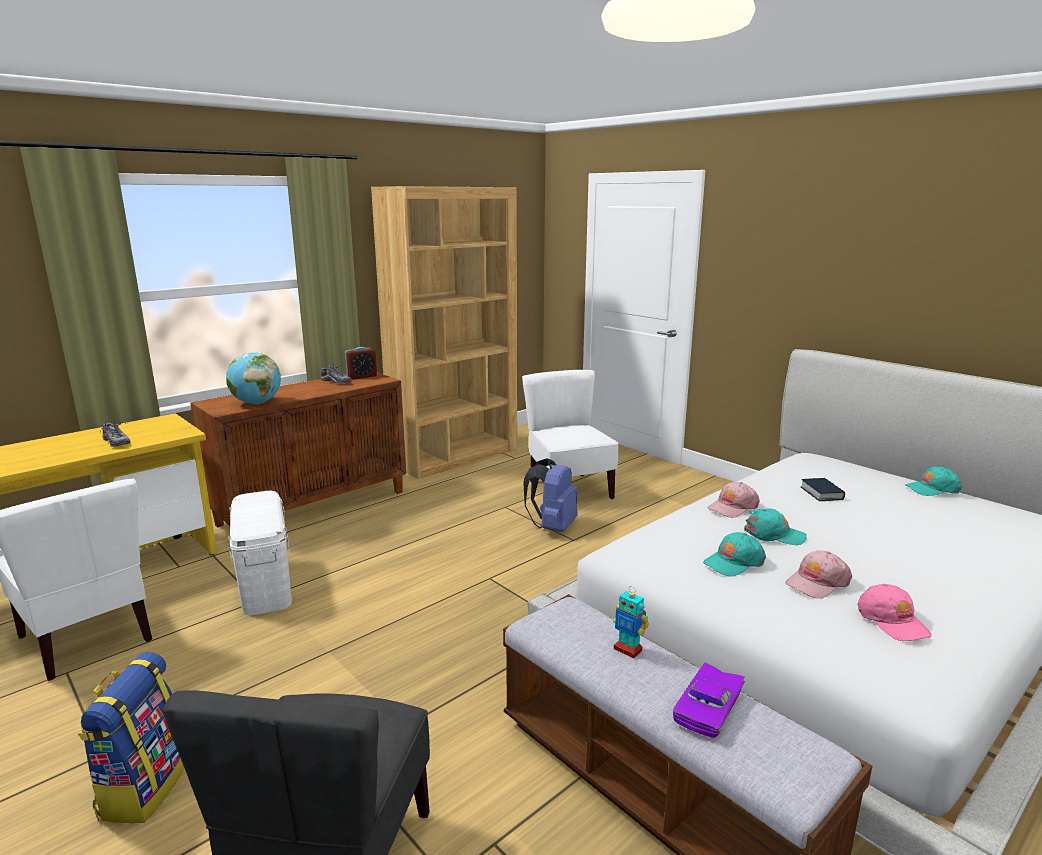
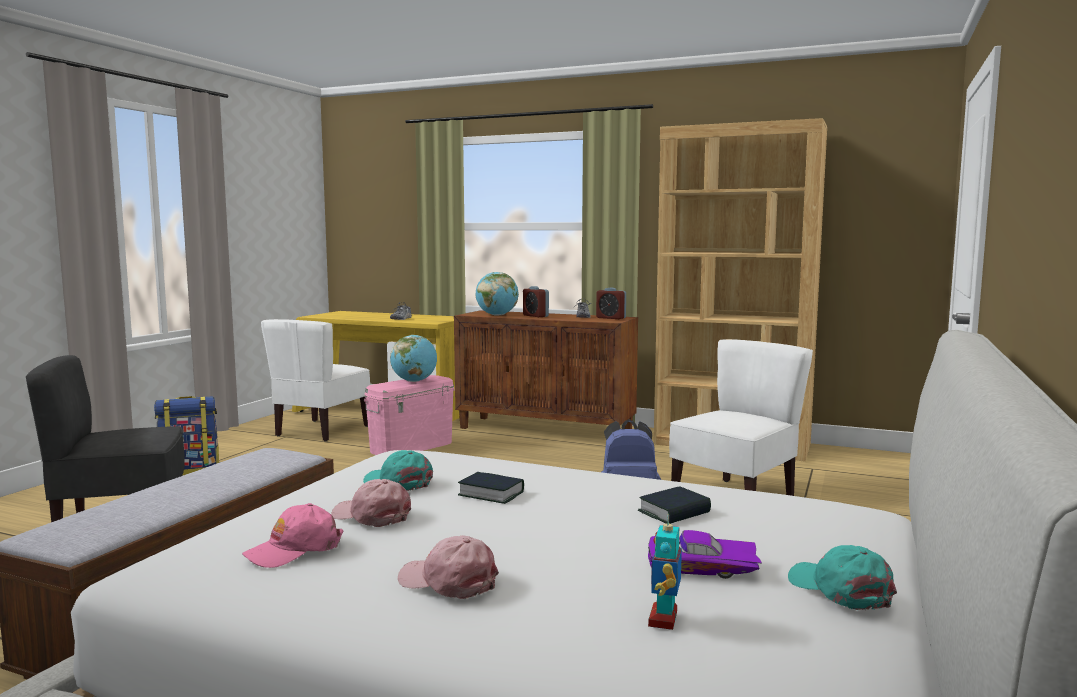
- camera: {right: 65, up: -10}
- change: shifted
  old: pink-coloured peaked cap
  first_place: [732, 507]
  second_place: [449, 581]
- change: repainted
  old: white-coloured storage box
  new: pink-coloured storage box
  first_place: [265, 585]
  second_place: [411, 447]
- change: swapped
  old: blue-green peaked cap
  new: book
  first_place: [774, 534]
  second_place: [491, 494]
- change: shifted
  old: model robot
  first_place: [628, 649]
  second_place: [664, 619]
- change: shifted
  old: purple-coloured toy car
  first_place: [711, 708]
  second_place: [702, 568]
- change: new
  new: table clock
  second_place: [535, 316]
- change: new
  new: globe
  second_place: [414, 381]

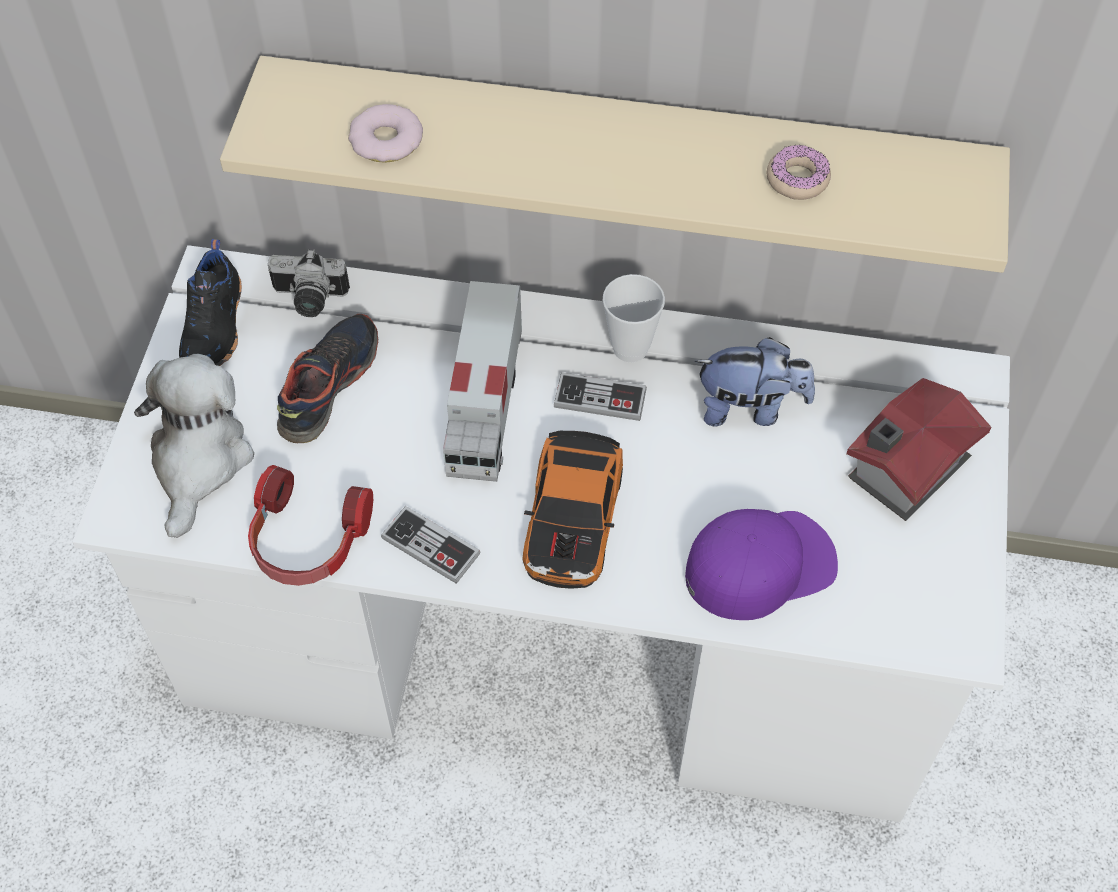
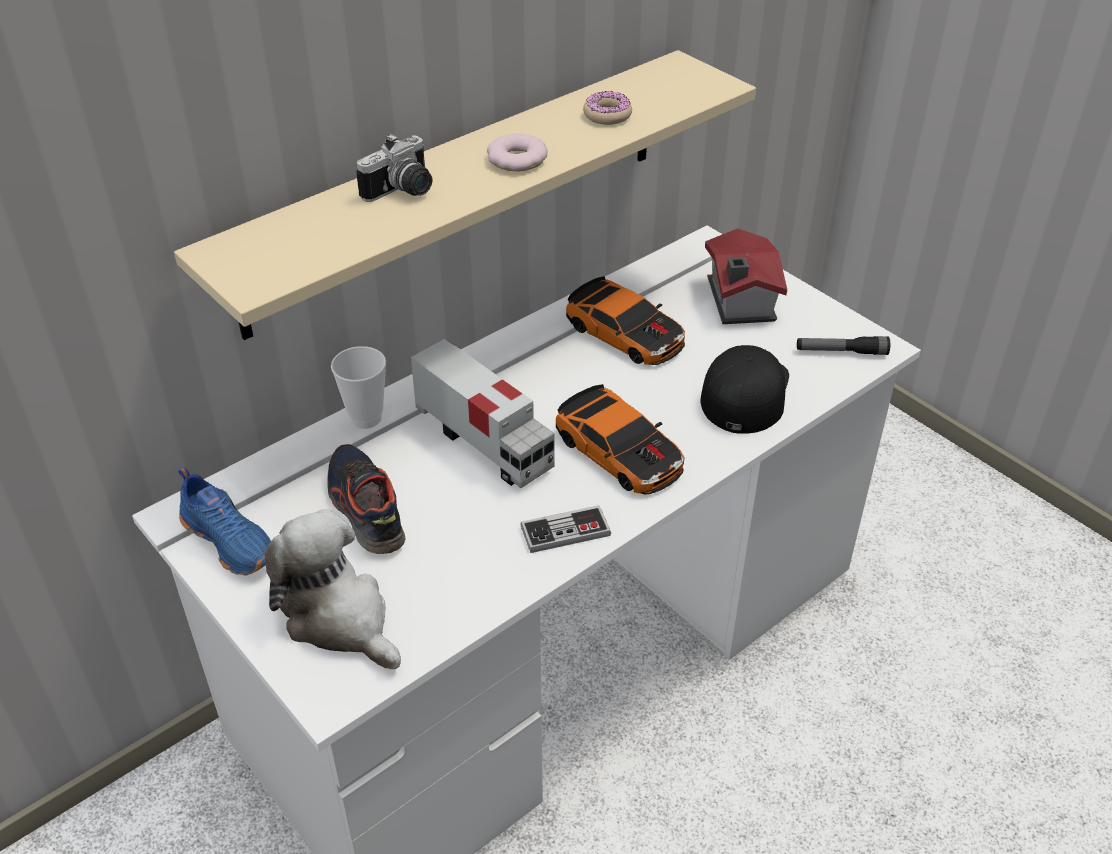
- camera: {right: -50, up: -15}
- change: shifted
  old: ring doughnut
  first_place: [386, 140]
  second_place: [517, 159]
- change: repainted
  old: black item of footwear
  new: bluish item of footwear
  first_place: [216, 327]
  second_place: [231, 540]
- change: shifted
  old: photo camera
  first_place: [309, 300]
  second_place: [403, 192]
- change: shifted
  old: small cup
  first_place: [630, 348]
  second_place: [366, 418]
- change: swapped
  old: plush toy
  new: toy car
  first_place: [750, 407]
  second_place: [626, 332]
- change: gone
  old: joypad
  first_place: [600, 399]
- change: gone
  old: headphones
  first_place: [307, 541]
- change: repainted
  old: purple-coloured peaked cap
  new: black peaked cap
  first_place: [760, 565]
  second_place: [744, 392]
- change: new
  new: torch
  second_place: [841, 352]

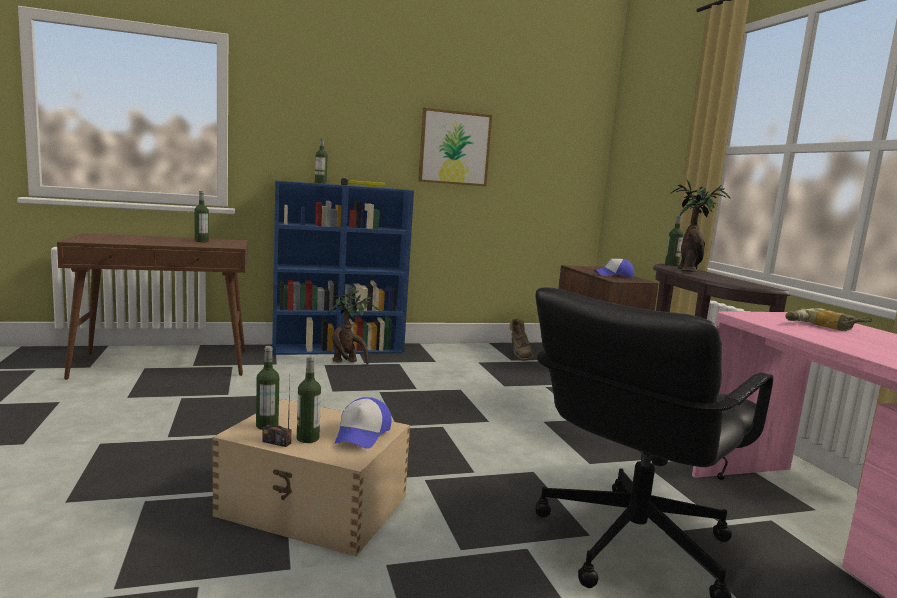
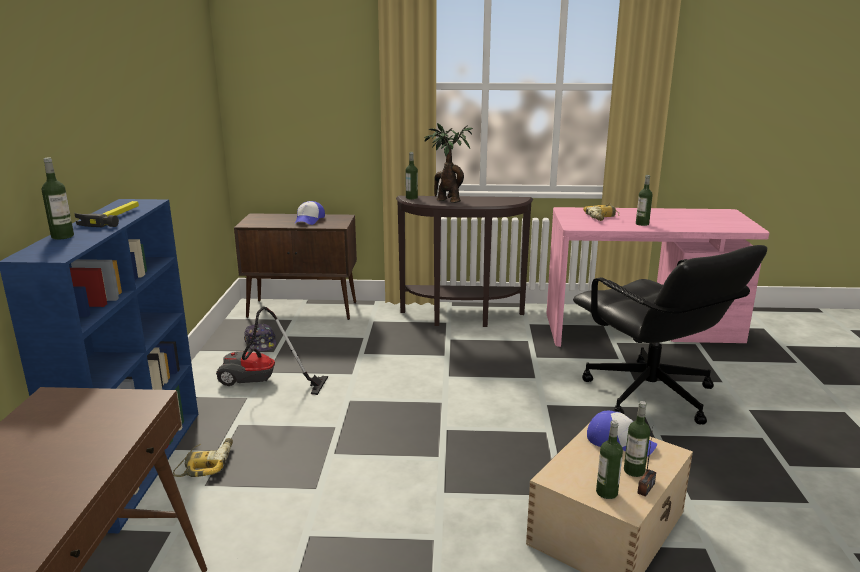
- camera: {right: -70, up: 10}
- change: gone
  old: picture
  first_place: [454, 148]
- change: shifted
  old: beverage bottle
  first_place: [201, 241]
  second_place: [642, 224]
- change: swapped
  old: houseplant
  new: power drill
  first_place: [348, 362]
  second_place: [206, 463]
- change: swapped
  old: brown boot
  new: peaked cap
  first_place: [519, 355]
  second_place: [261, 343]
- change: new
  new: vacuum cleaner
  second_place: [261, 383]

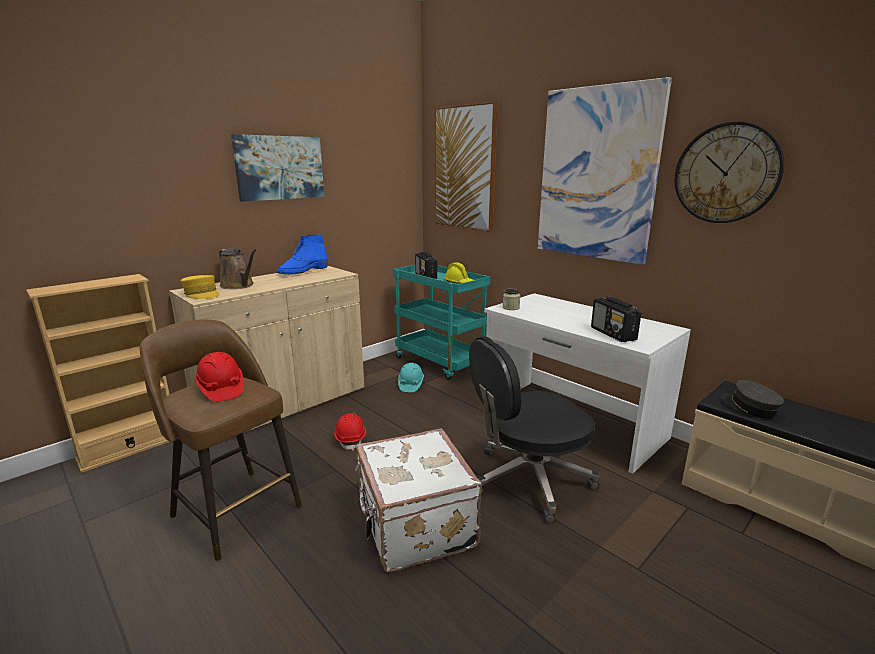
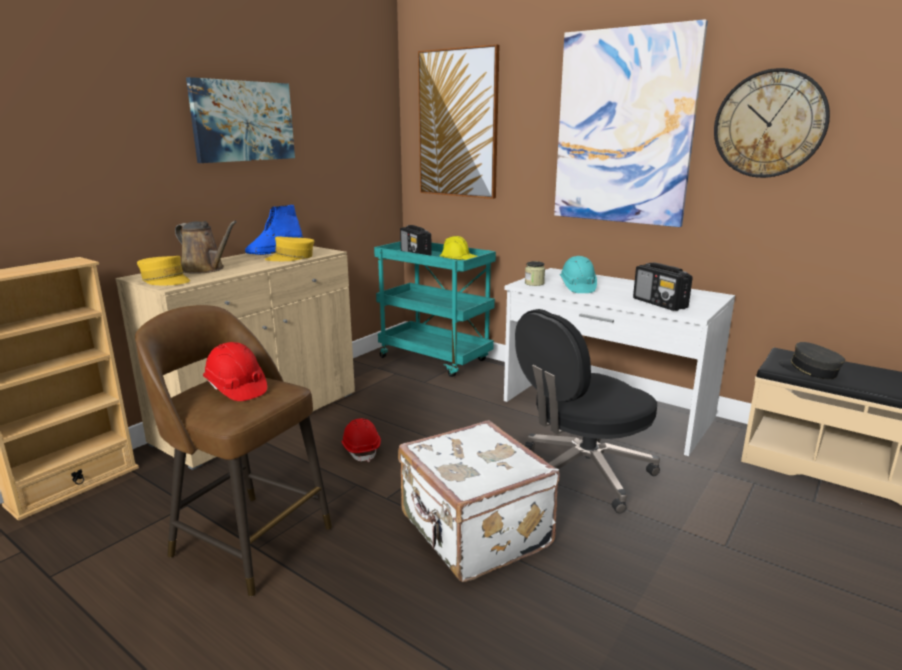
- camera: {right: -10, up: 0}
- change: shifted
  old: blue-green work helmet
  first_place: [410, 385]
  second_place: [577, 287]
- change: new
  new: yellow-coloured peaked cap
  second_place: [291, 258]

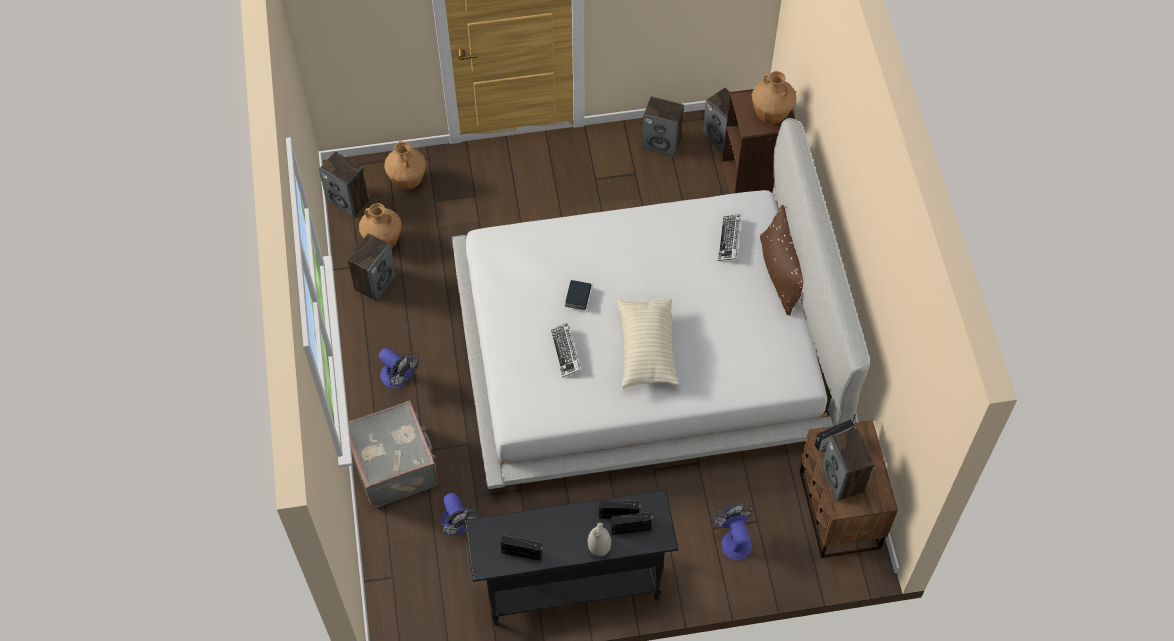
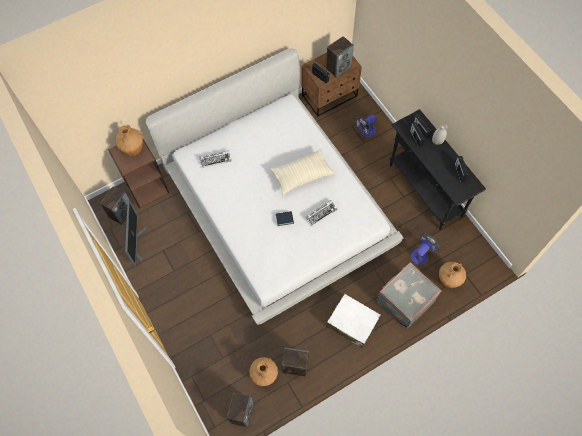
- camera: {right: -110, up: 5}
- change: swapped
  old: audio speaker
  new: computer display
  first_place: [662, 143]
  second_place: [136, 243]
- change: shifted
  old: brown vase
  first_place: [407, 181]
  second_place: [448, 280]
- change: gone
  old: brown cushion
  first_place: [781, 274]
- change: swapped
  old: electric fan
  new: white-coloured suitcase
  first_place: [399, 378]
  second_place: [352, 323]

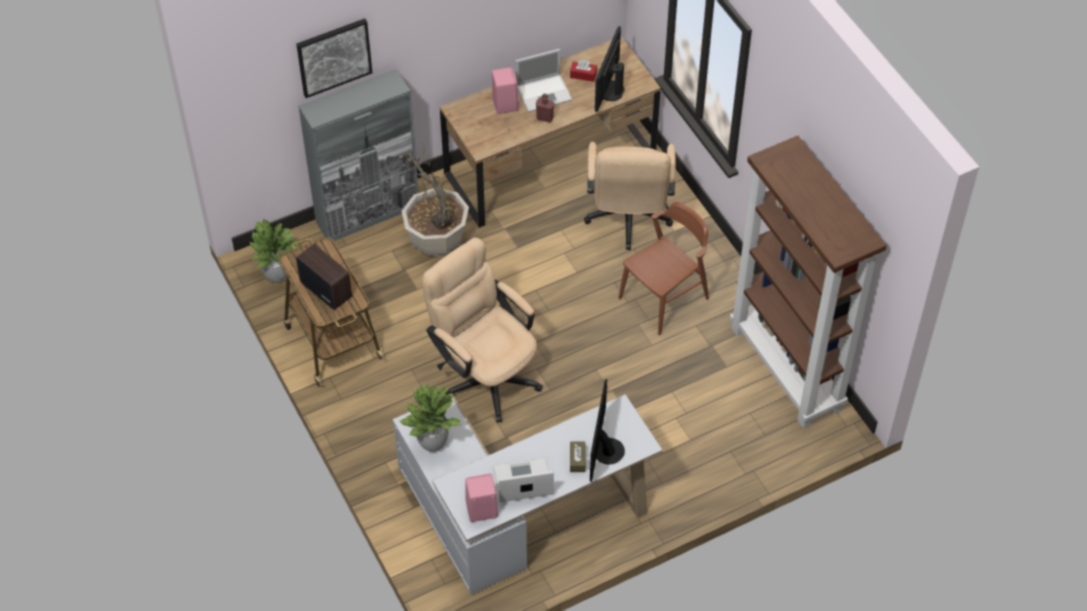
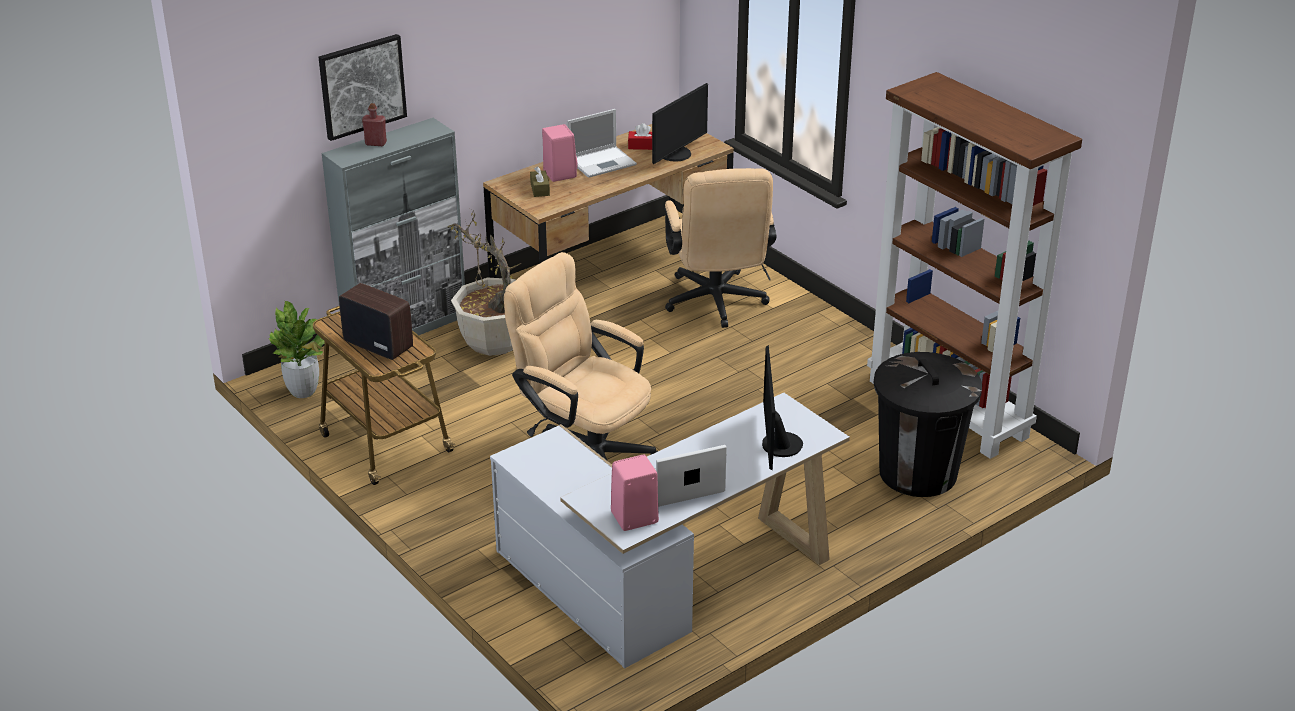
- camera: {right: -10, up: -20}
- change: rotated
  old: computer display
  first_place: [609, 90]
  second_place: [677, 154]
  degrees: -150
- change: shifted
  old: red beverage bottle
  first_place: [544, 118]
  second_place: [376, 143]
- change: gone
  old: brown upright chair
  first_place: [664, 298]
- change: gone
  old: houseplant
  first_place: [433, 442]
- change: shifted
  old: brown box of tissues
  first_place: [577, 460]
  second_place: [540, 189]
- change: new
  new: black waste bin
  second_place: [917, 473]

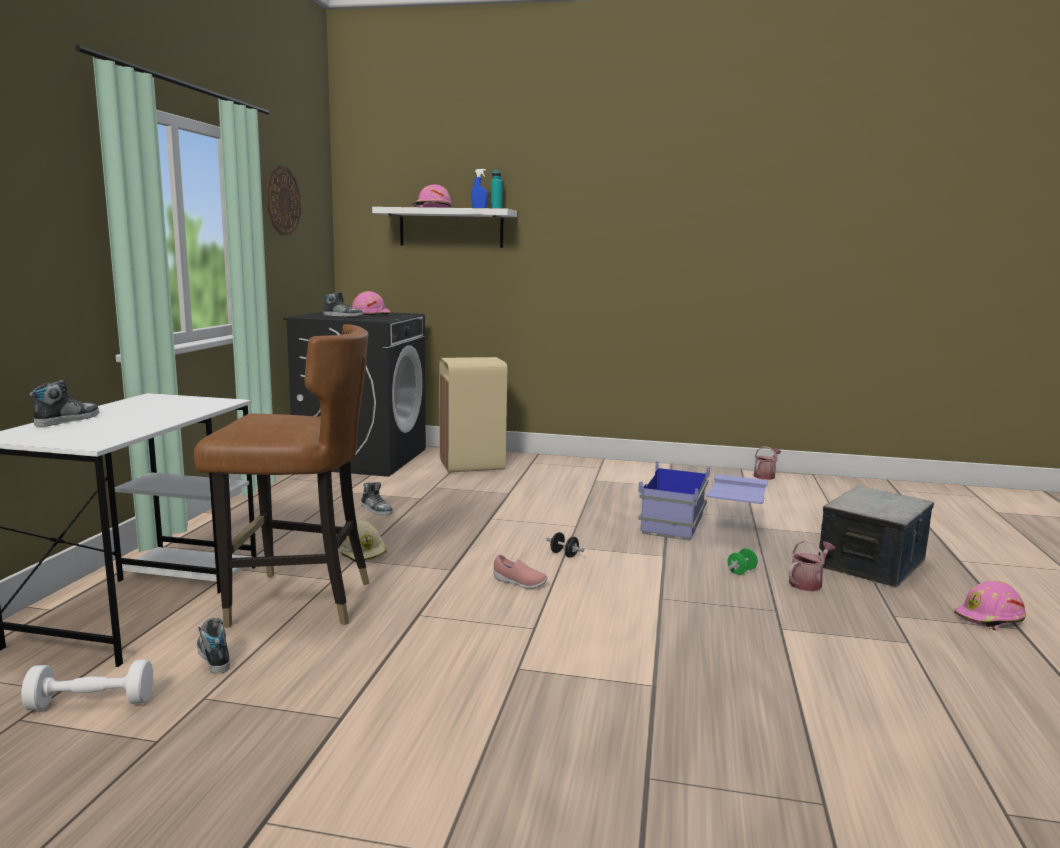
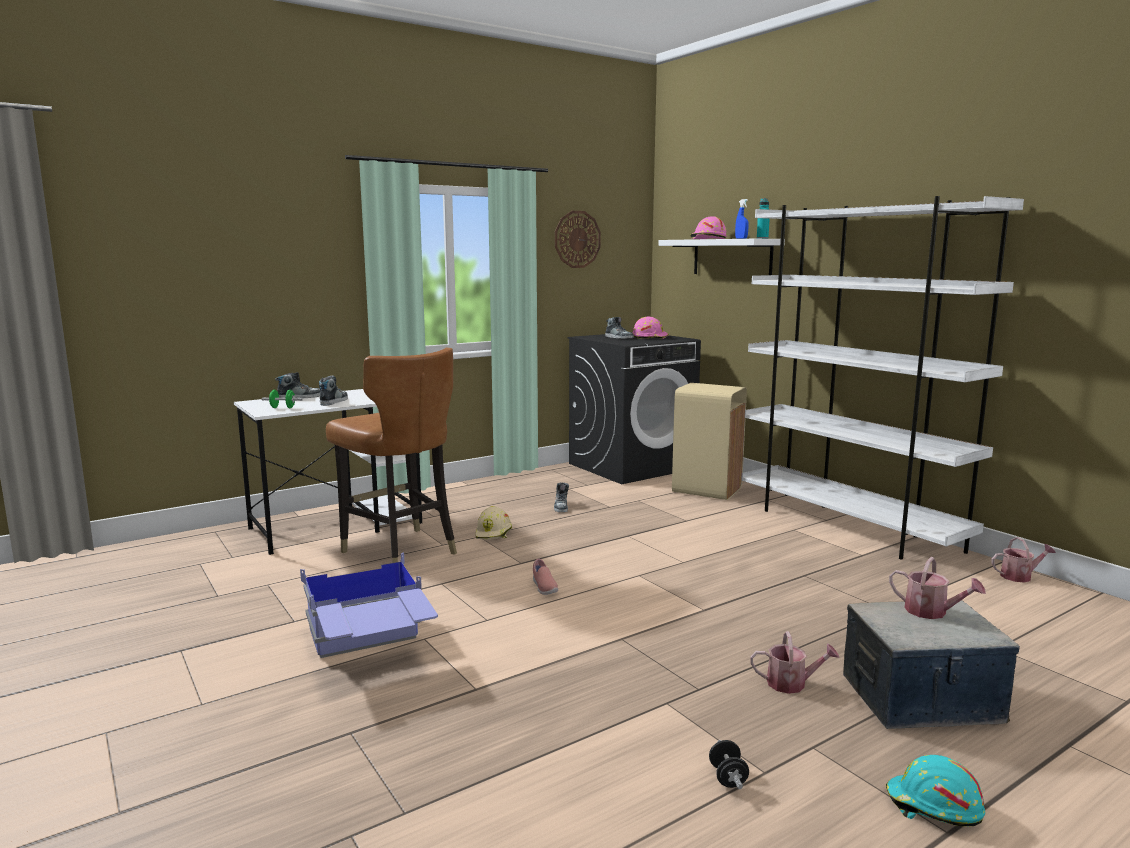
- camera: {right: 45, up: 0}
- change: shifted
  old: bluish storage box
  first_place: [701, 529]
  second_place: [370, 651]
- change: shifted
  old: black dumbbell
  first_place: [564, 554]
  second_place: [728, 777]
- change: shifted
  old: green dumbbell
  first_place: [741, 571]
  second_place: [283, 408]
- change: repainted
  old: pink-coloured work helmet
  new: blue-green work helmet
  first_place: [990, 619]
  second_place: [933, 806]
- change: shifted
  old: item of footwear
  first_place: [213, 657]
  second_place: [334, 401]
- change: gone
  old: white-coloured dumbbell
  first_place: [91, 703]
- change: new
  new: white-coloured bookcase
  second_place: [848, 527]
- change: new
  new: sprinkling can
  second_place: [931, 612]

